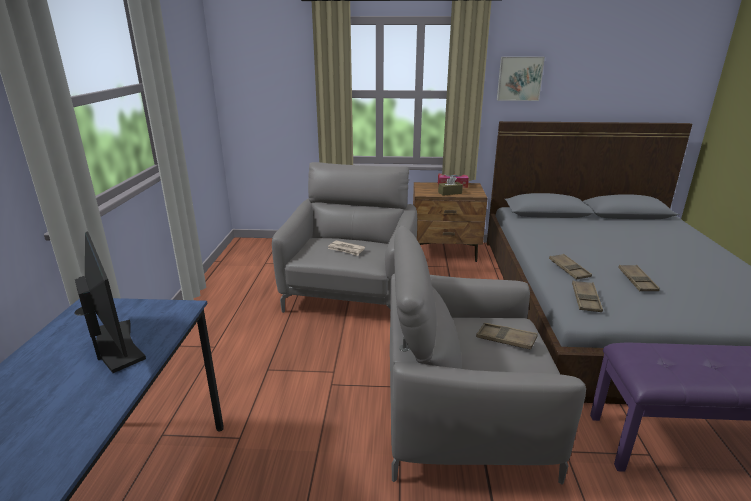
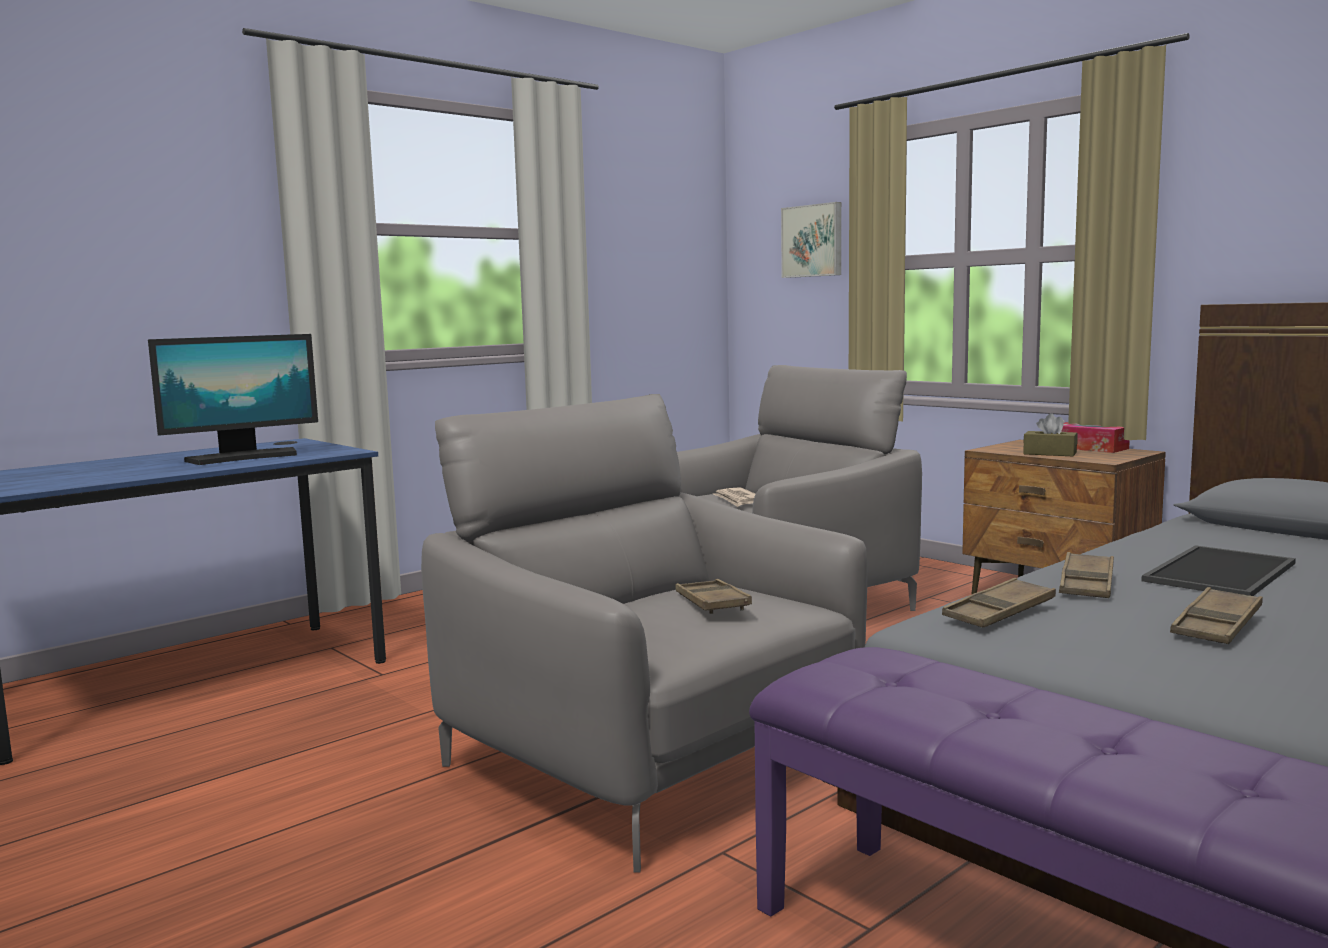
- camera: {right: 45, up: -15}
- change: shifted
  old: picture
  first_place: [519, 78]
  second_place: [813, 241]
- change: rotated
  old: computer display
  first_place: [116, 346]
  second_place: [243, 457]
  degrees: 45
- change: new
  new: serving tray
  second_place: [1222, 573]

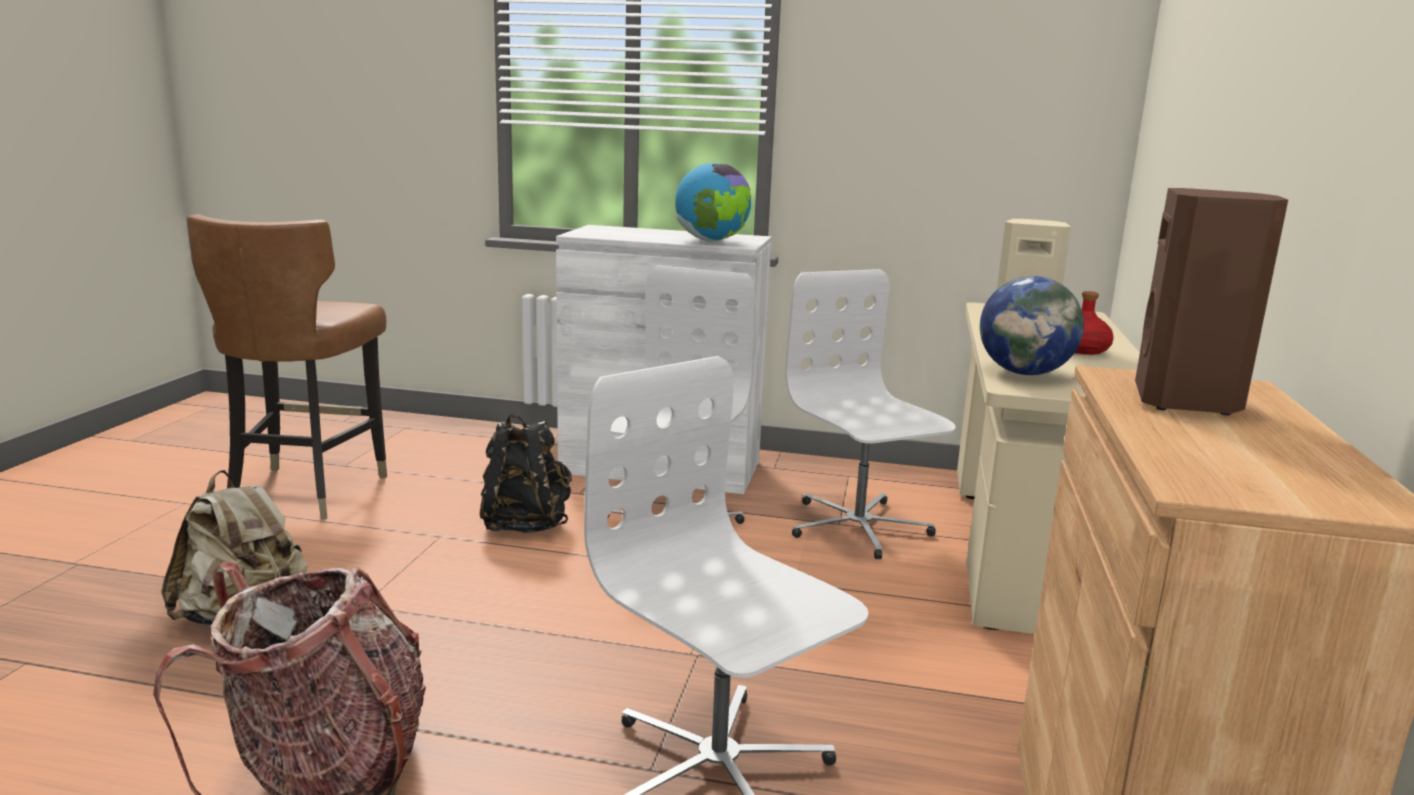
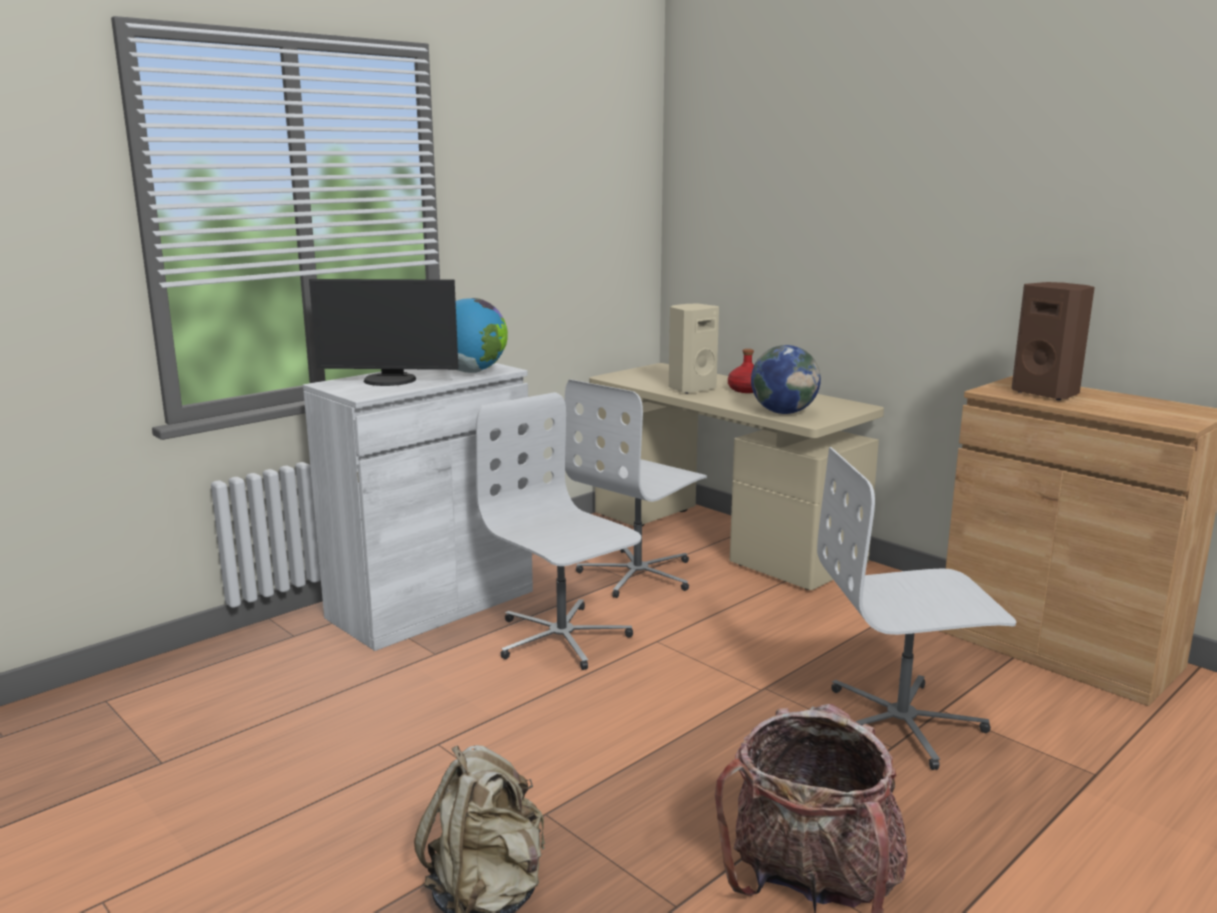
- camera: {right: -55, up: 0}
- change: gone
  old: brown upright chair
  first_place: [305, 492]
- change: rotated
  old: white-coloured desk chair
  first_place: [857, 527]
  second_place: [638, 574]
  degrees: -60
- change: gone
  old: black knapsack
  first_place: [525, 524]
- change: new
  new: computer display
  second_place: [389, 381]

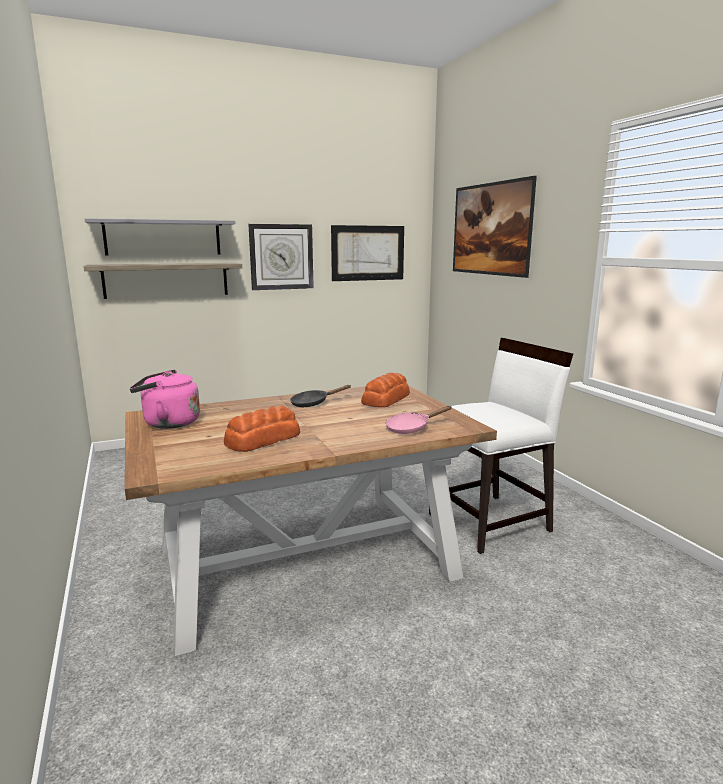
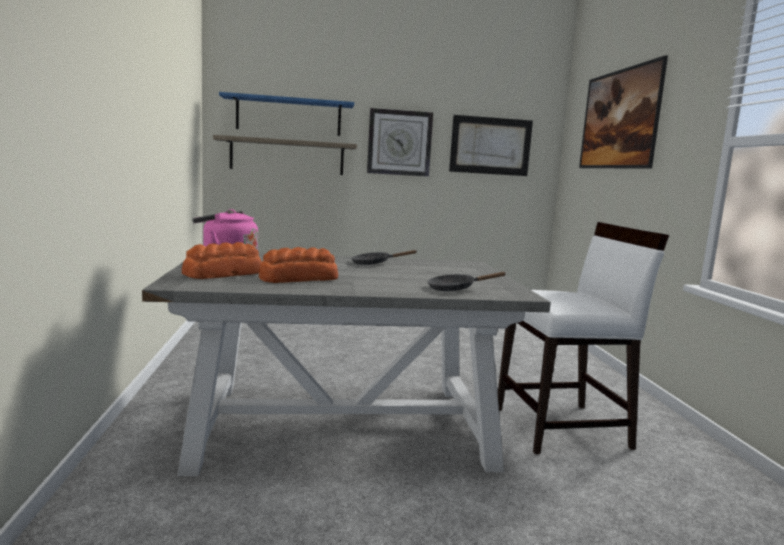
- camera: {right: 15, up: -5}
- change: repainted
  old: gray wall shelf
  new: bluish wall shelf
  first_place: [163, 237]
  second_place: [289, 116]
- change: shifted
  old: bread
  first_place: [386, 399]
  second_place: [224, 274]
- change: repainted
  old: brown dinner table
  new: gray dinner table
  first_place: [307, 561]
  second_place: [344, 425]
- change: repainted
  old: pink-coloured skillet
  new: black skillet
  first_place: [411, 428]
  second_place: [455, 289]

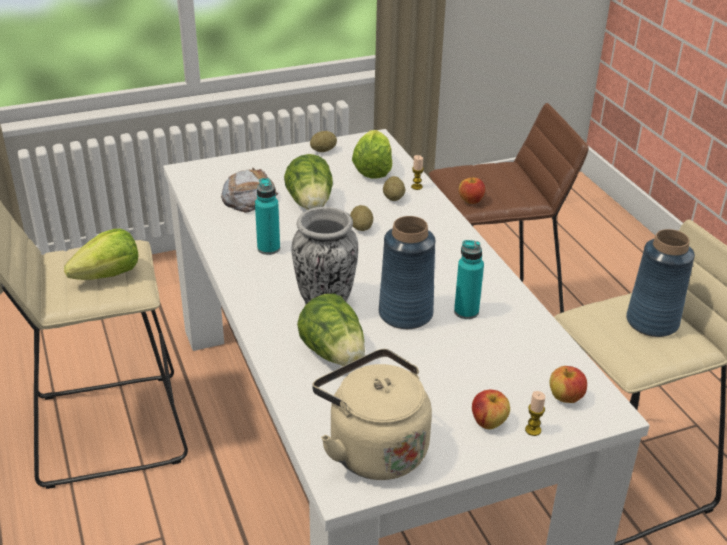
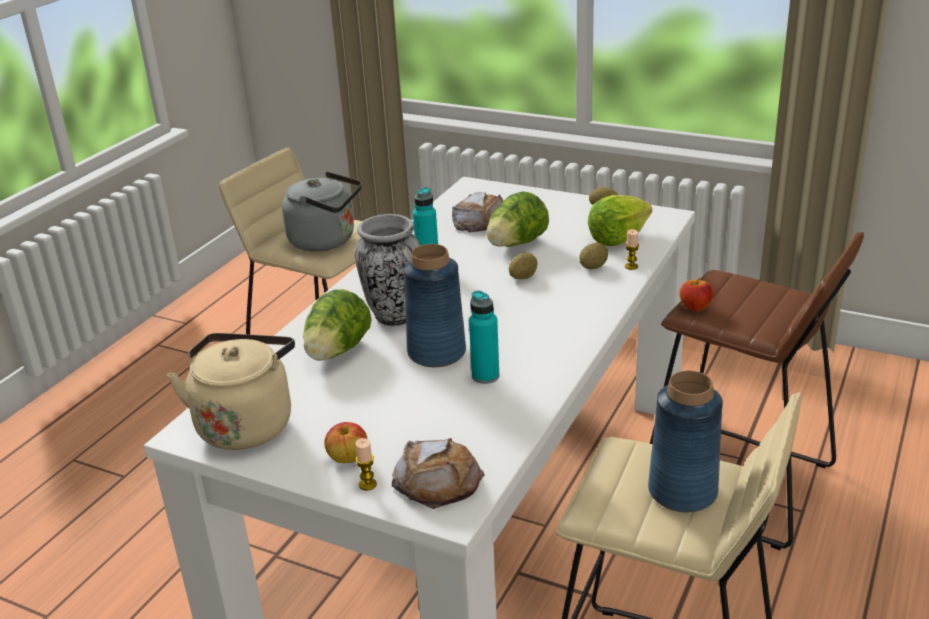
- camera: {right: 50, up: -5}
- change: swapped
  old: lettuce head
  new: gray kettle
  first_place: [108, 275]
  second_place: [327, 241]
- change: swapped
  old: apple fruit
  new: bread
  first_place: [565, 397]
  second_place: [438, 480]

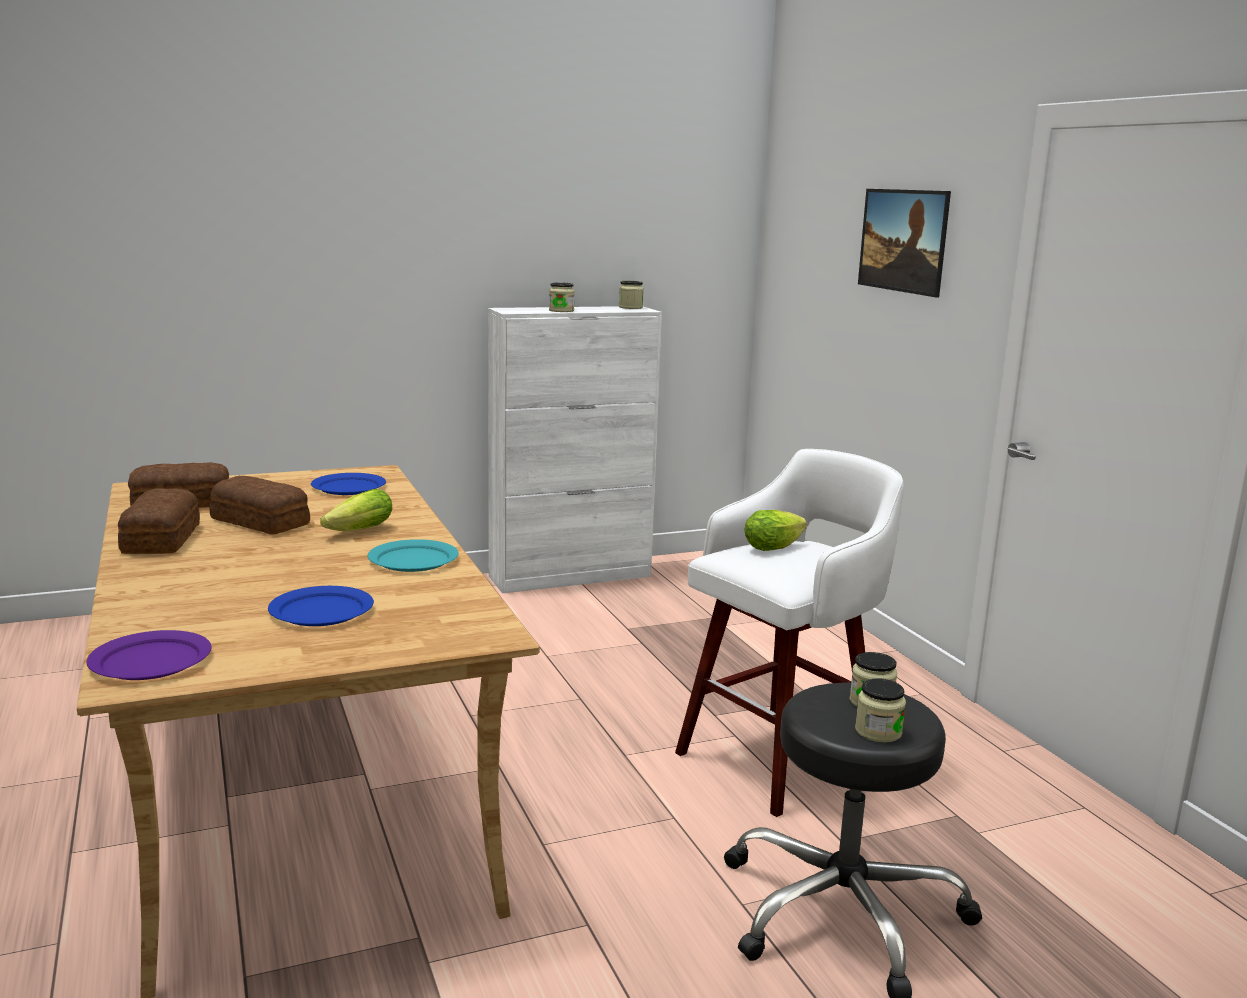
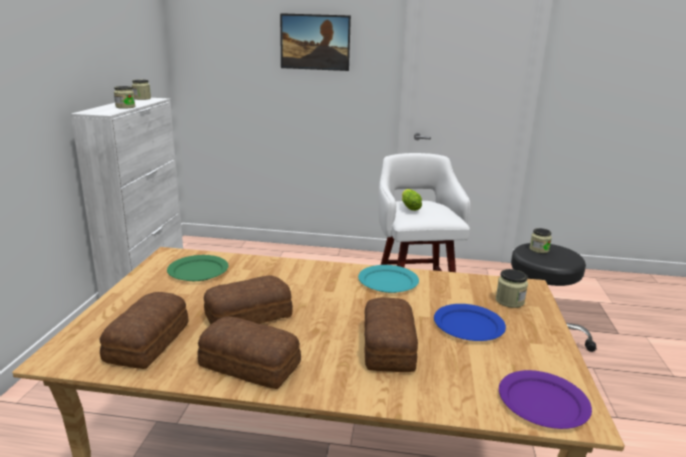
- camera: {right: -60, up: 5}
- change: repainted
  old: bluish flat dish
  new: green flat dish
  first_place: [348, 487]
  second_place: [198, 271]
- change: gone
  old: lettuce head
  first_place: [356, 532]
- change: shifted
  old: storage jar
  first_place: [878, 732]
  second_place: [509, 301]
- change: new
  new: bread
  second_place: [387, 347]

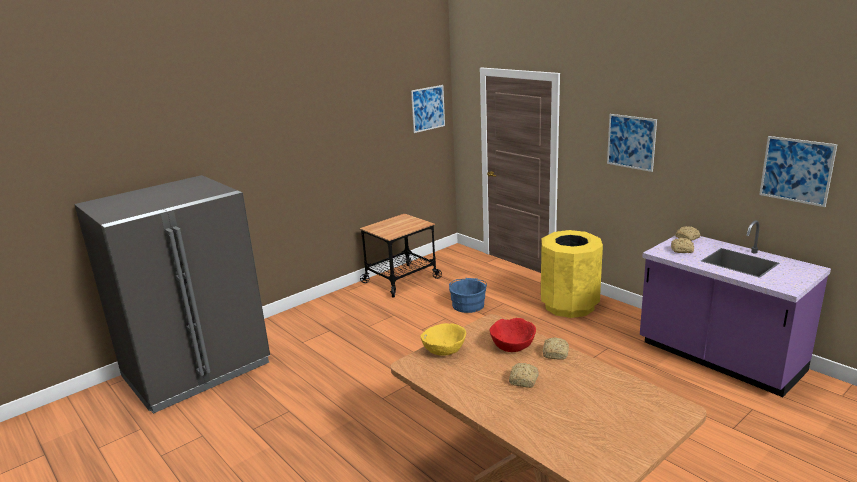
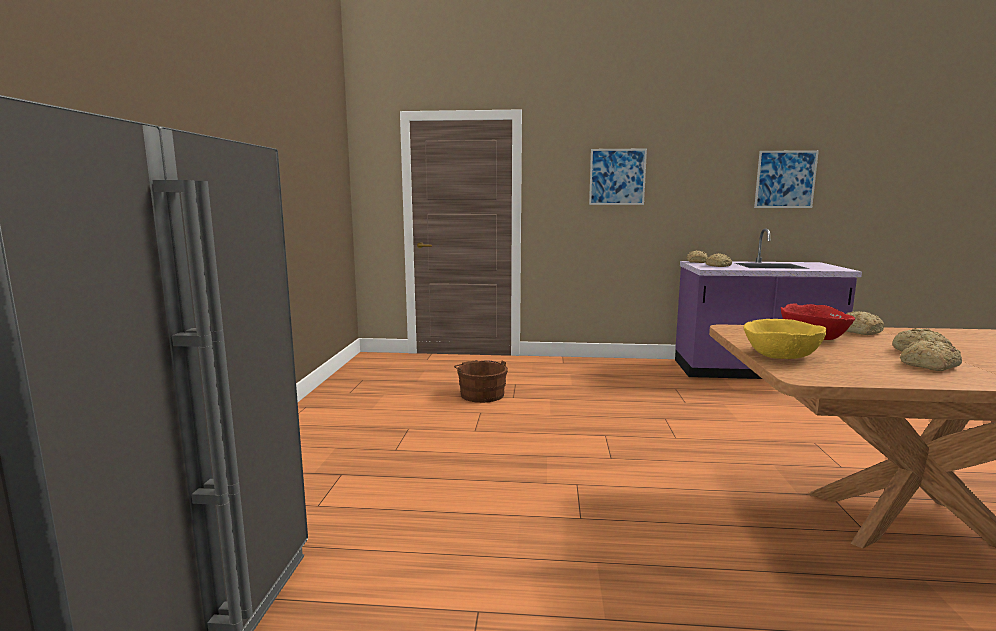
- camera: {right: -45, up: -10}
- change: gone
  old: picture
  first_place: [428, 108]
- change: gone
  old: trolley
  first_place: [401, 280]
- change: gone
  old: yellow-coloured waste bin
  first_place: [569, 305]
- change: repainted
  old: bluish pail
  new: brown pail
  first_place: [468, 304]
  second_place: [481, 394]
- change: new
  new: bread
  second_place: [928, 366]

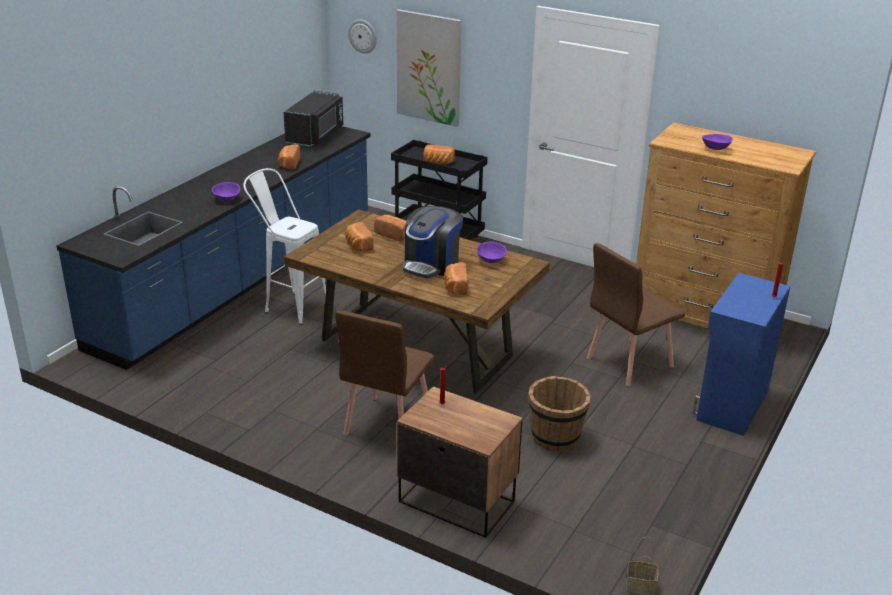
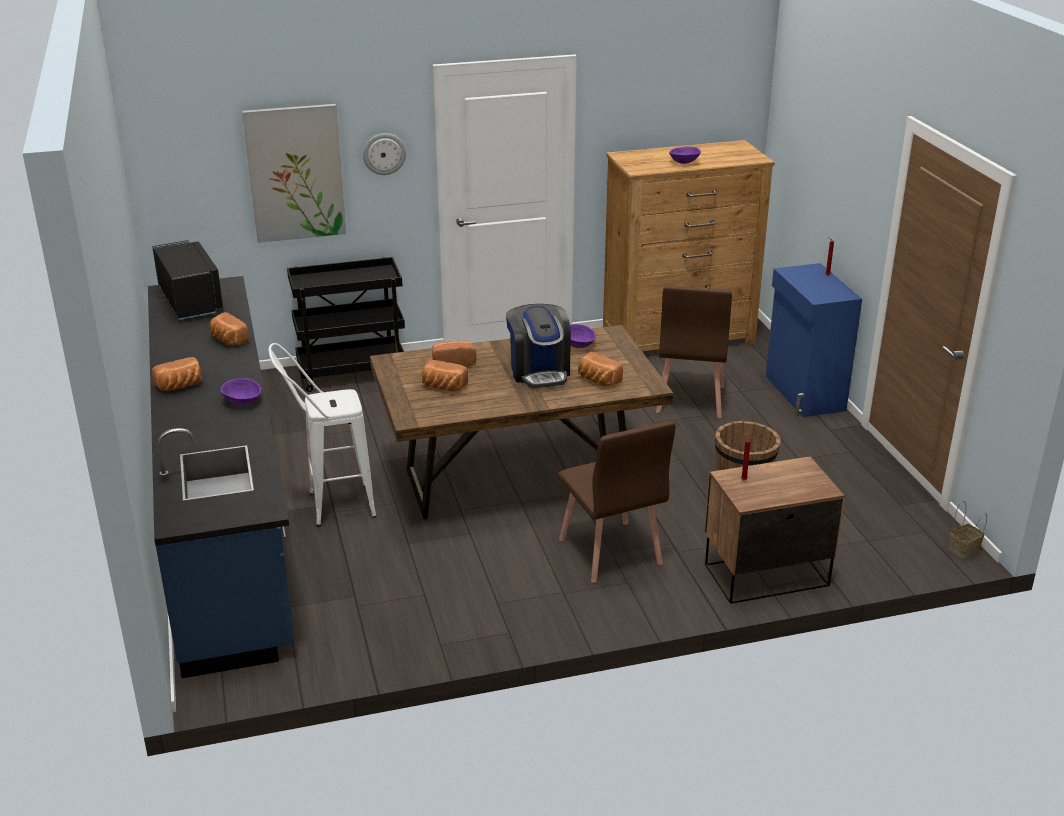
- camera: {right: -45, up: 0}
- change: shifted
  old: clock on the wall
  first_place: [363, 36]
  second_place: [384, 153]
- change: shifted
  old: bread
  first_place: [437, 163]
  second_place: [180, 386]

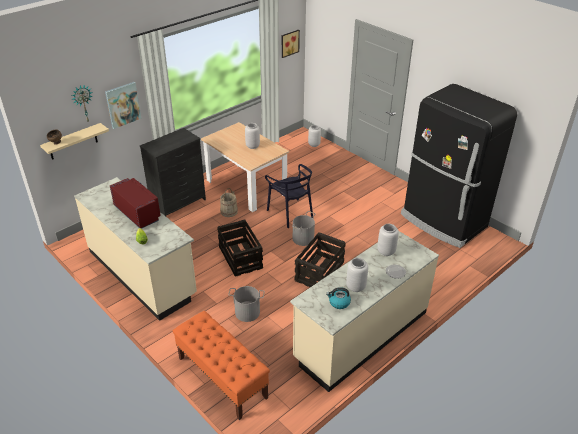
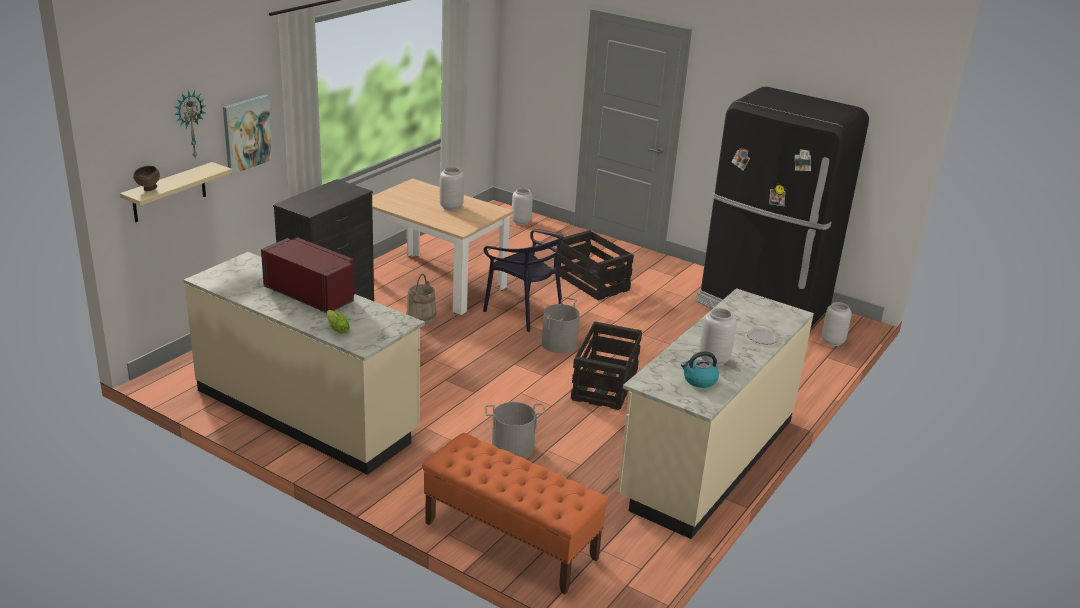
- camera: {right: -15, up: -10}
- change: gone
  old: picture
  first_place: [289, 43]
- change: shifted
  old: crate
  first_place: [241, 258]
  second_place: [592, 282]
- change: shifted
  old: gray vase
  first_place: [386, 252]
  second_place: [832, 342]

